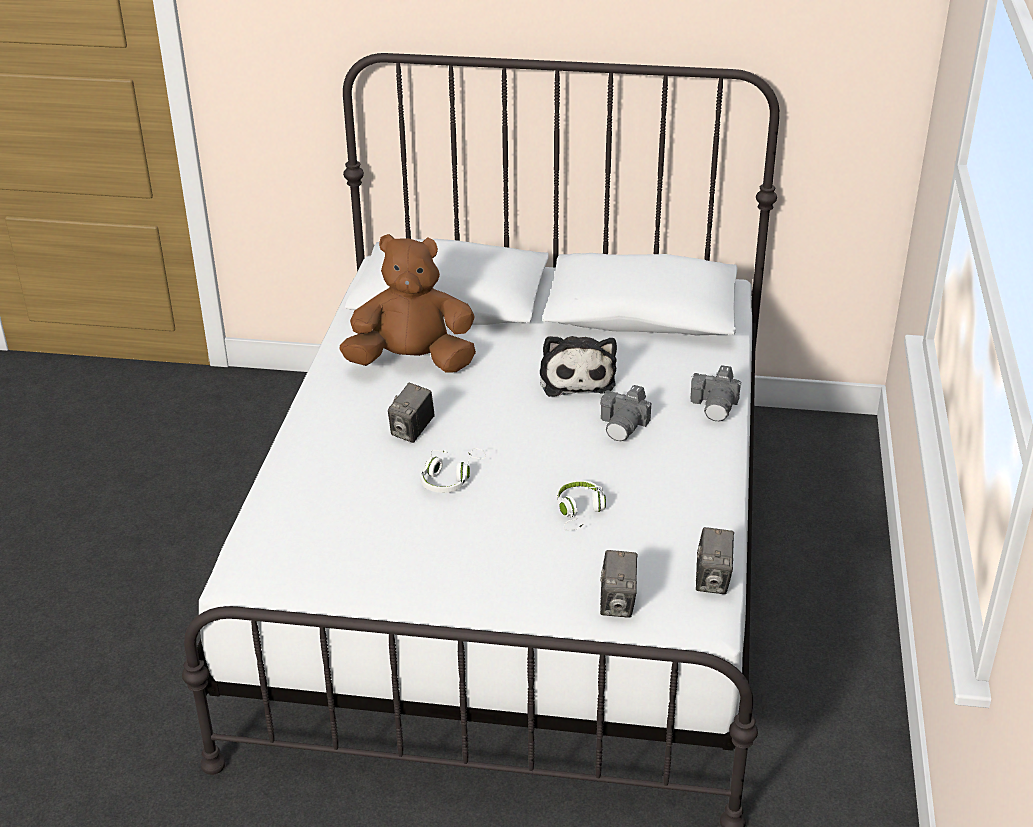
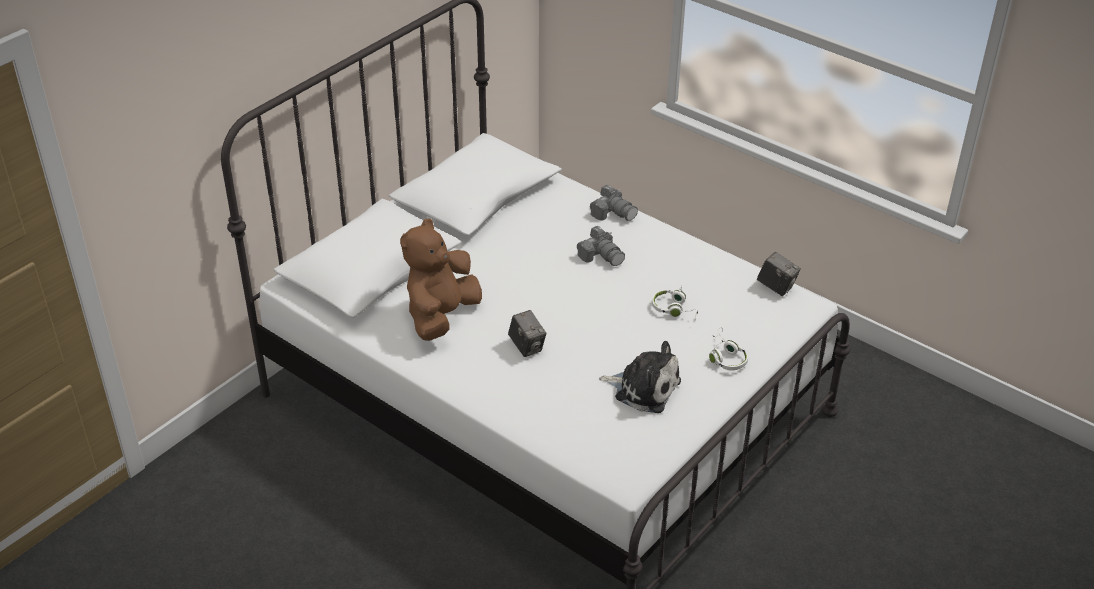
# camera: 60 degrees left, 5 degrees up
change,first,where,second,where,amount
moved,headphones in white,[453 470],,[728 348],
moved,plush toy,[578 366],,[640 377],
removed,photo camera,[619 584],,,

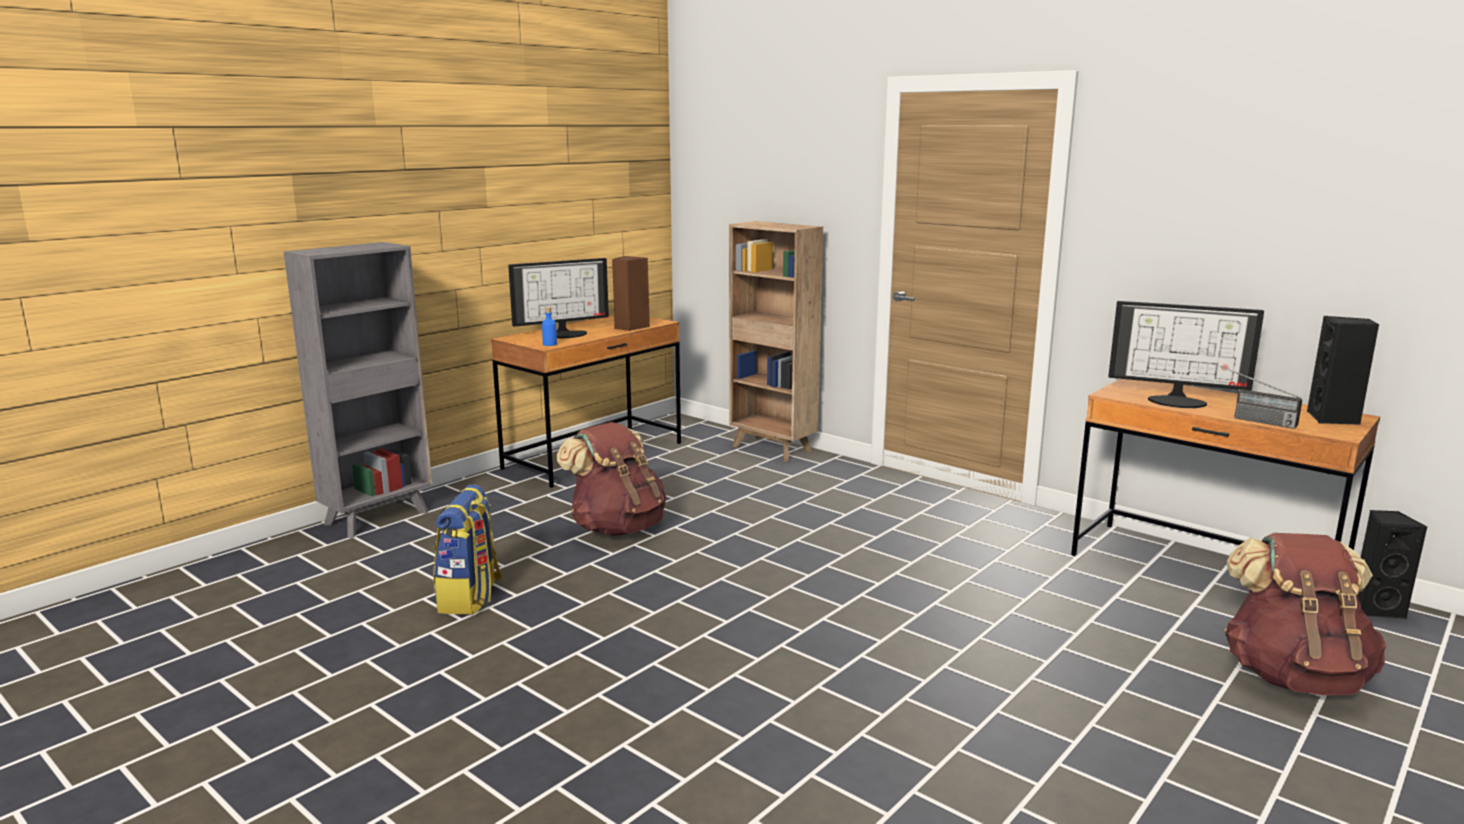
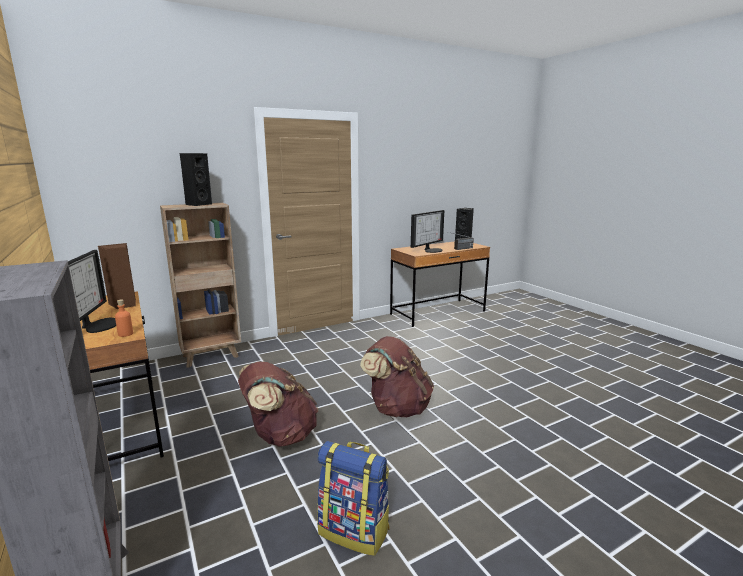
# camera: 70 degrees left, 0 degrees up
change,first,where,second,where,amount
recoloured,bottle in blue,[549 326],bottle in orange,[124 318],
moved,backpack in brown,[1305 614],,[397 376],
moved,speaker in black,[1392 564],,[196 179],

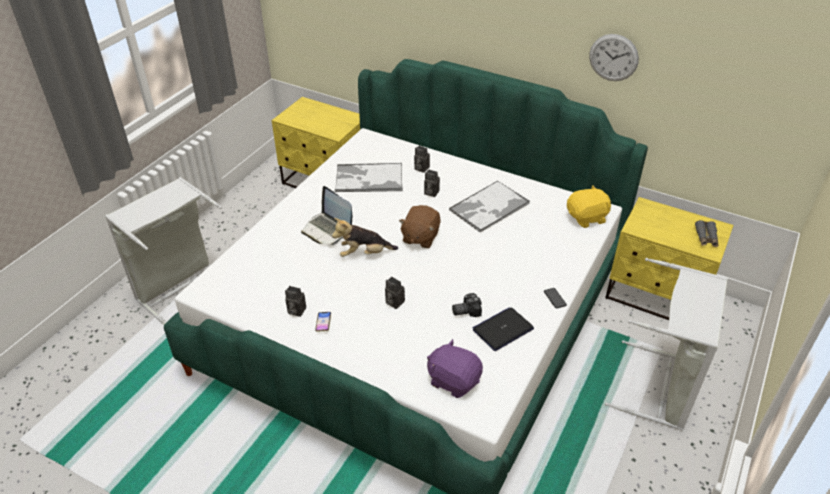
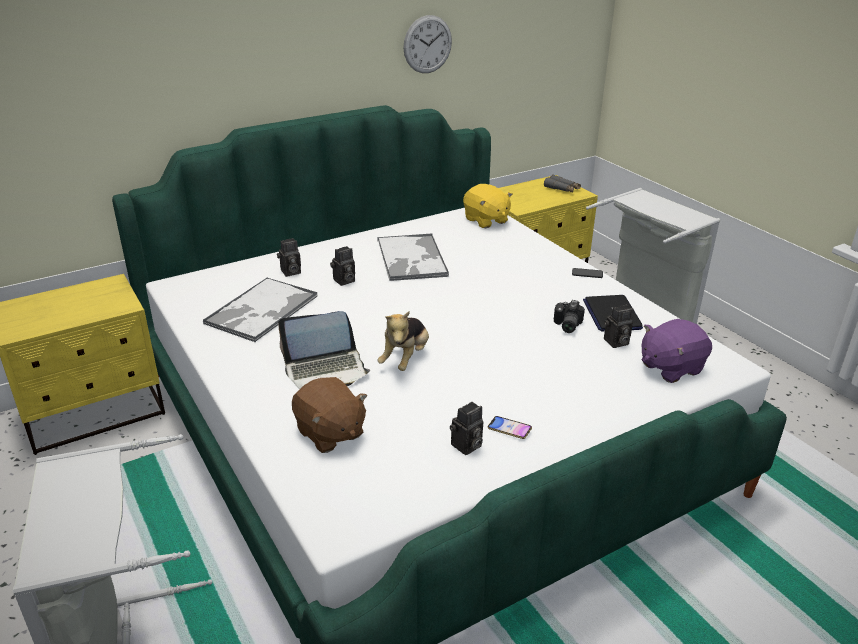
# camera: 60 degrees left, 10 degrees down
change,first,where,second,where,amount
moved,photo camera,[395 293],,[618 326],
moved,plush toy in brown,[420 226],,[329 415],
turned,plush toy in yellow,[589 206],,[488 206],135 degrees clockwise

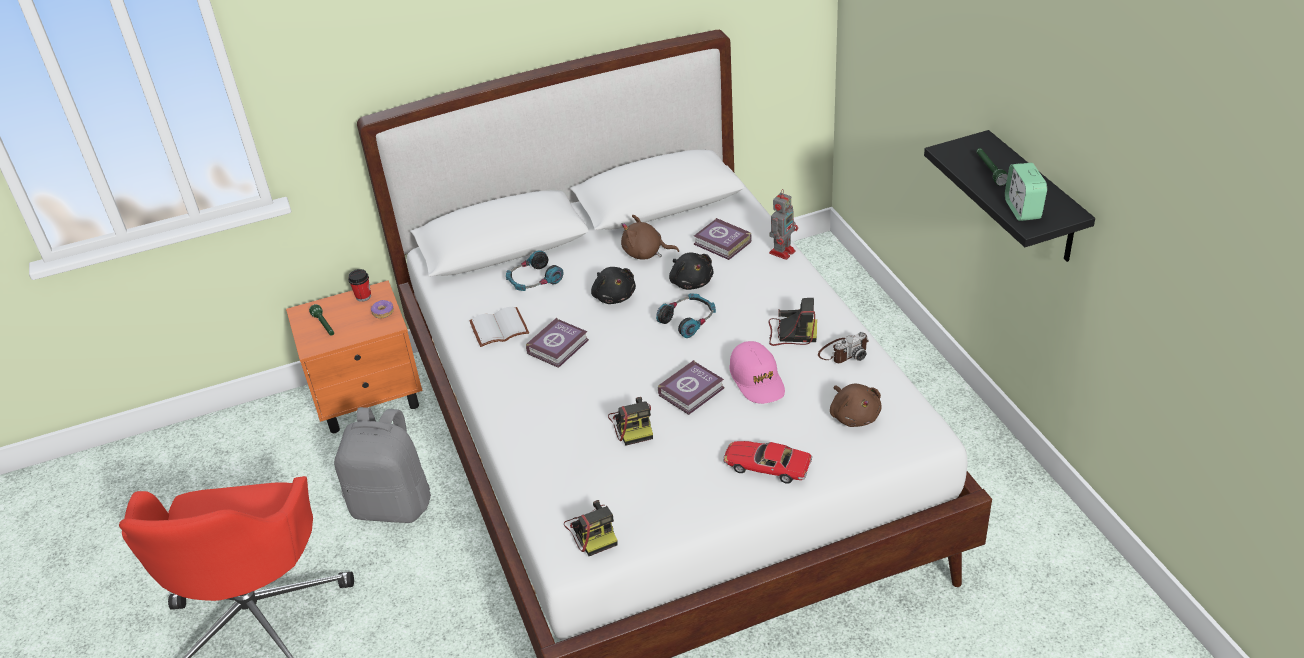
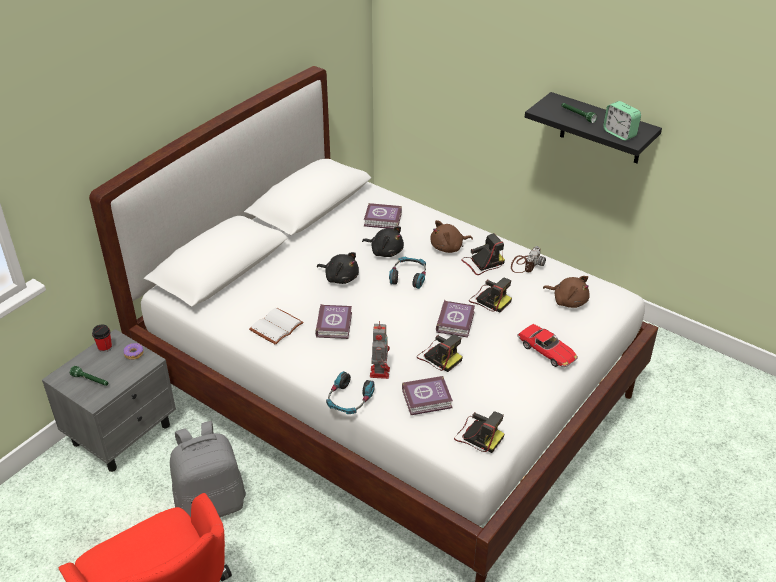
# camera: 35 degrees left, 0 degrees up
change,first,where,second,where,amount
recoloured,nightstand in orange,[354 356],nightstand in grey,[109 400],
moved,headphones,[535 270],,[350 392],
moved,plush toy in brown,[650 237],,[451 236],
turned,toy car,[767 462],,[547 345],120 degrees counterclockwise
replaced,cap in pink,[757 372],photo camera,[490 295],
moved,toy robot,[783 224],,[380 350],
added,,,book,[427 395],

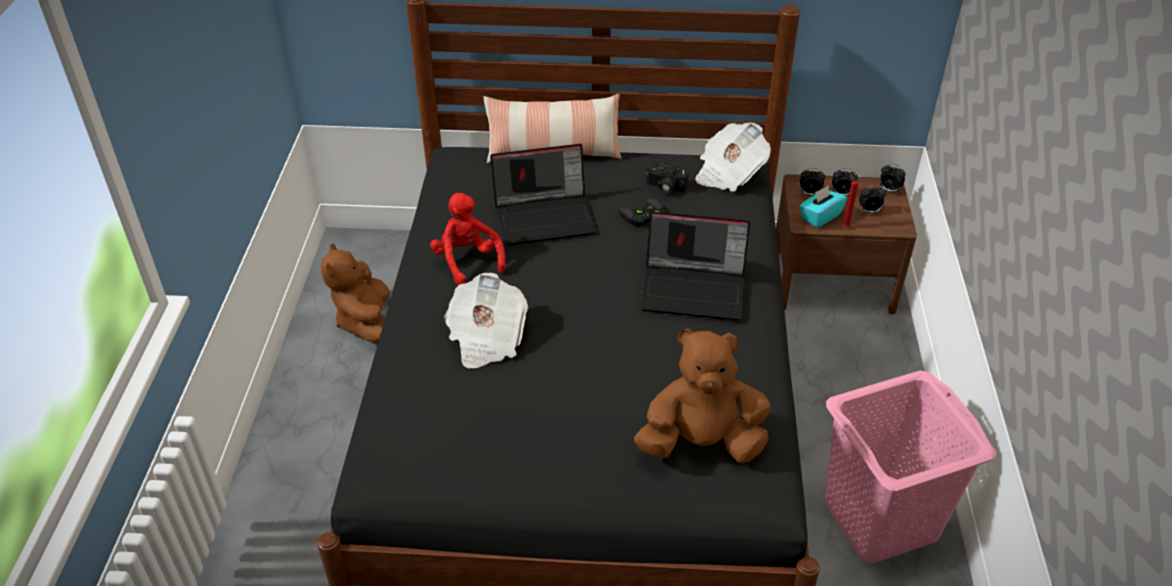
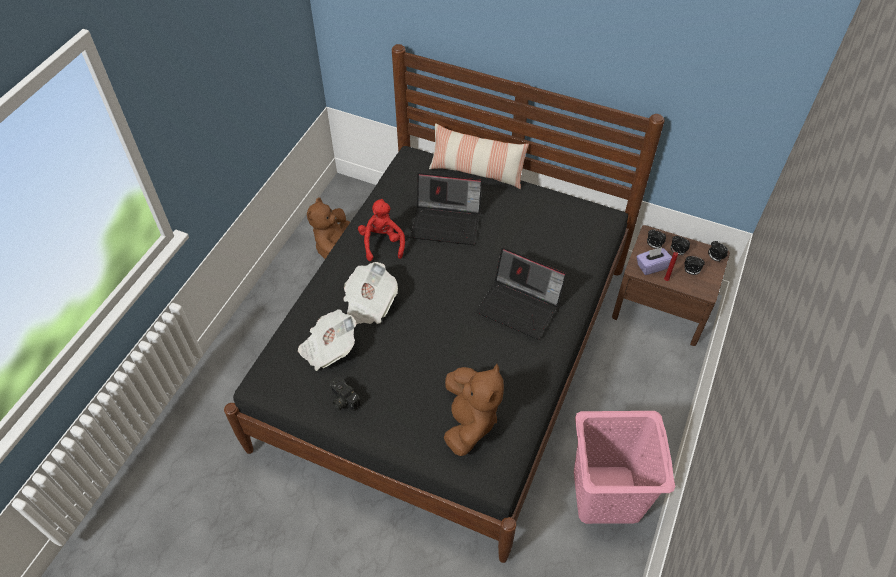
# camera: 20 degrees right, 10 degrees up
change,first,where,second,where,amount
removed,game controller in black,[641 213],,,
turned,plush toy in brown,[702 396],,[474 410],75 degrees clockwise
moved,photo camera,[667 178],,[345 394],
moved,newspaper,[733 157],,[327 340],
recoloured,tissue box in turquoise,[823 206],tissue box in purple,[654 261],

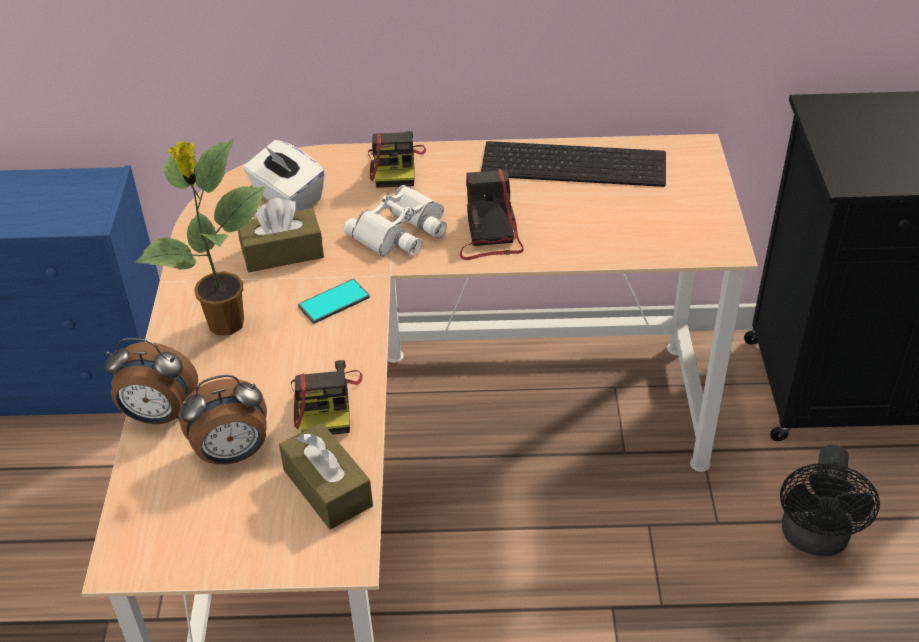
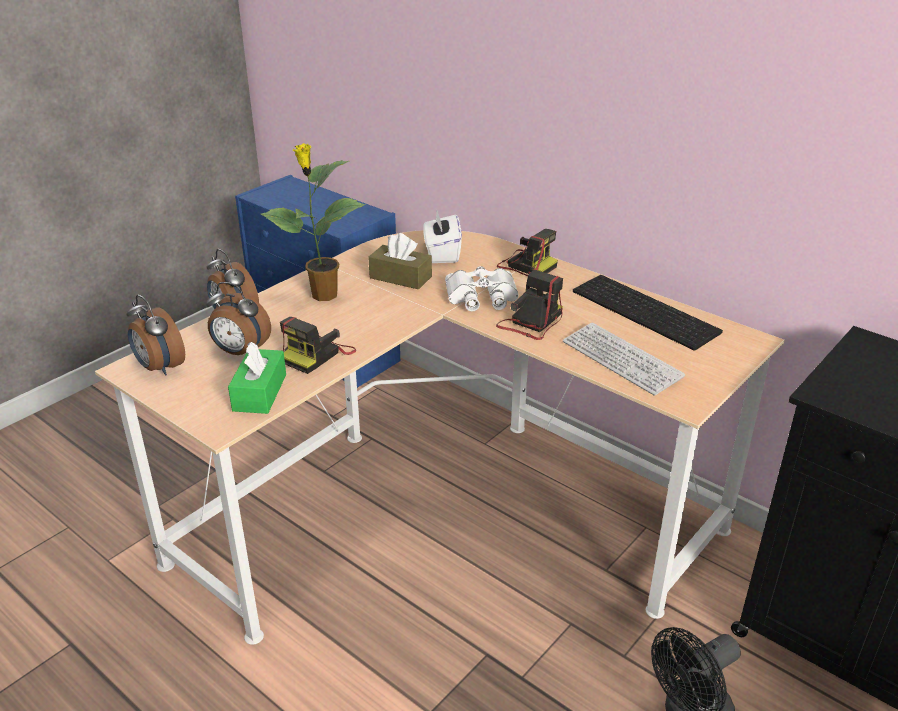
# camera: 40 degrees right, 10 degrees down
change,first,where,second,where,amount
recoloured,tissue box in brown,[326 475],tissue box in green,[257 378],
removed,phone,[334 301],,,
turned,photo camera,[397 159],,[527 252],90 degrees counterclockwise
added,,,alarm clock,[156 335],
added,,,keyboard,[624 359],

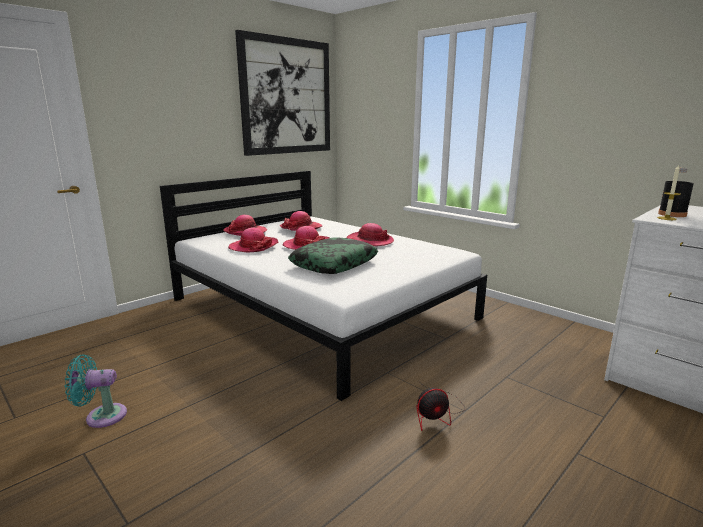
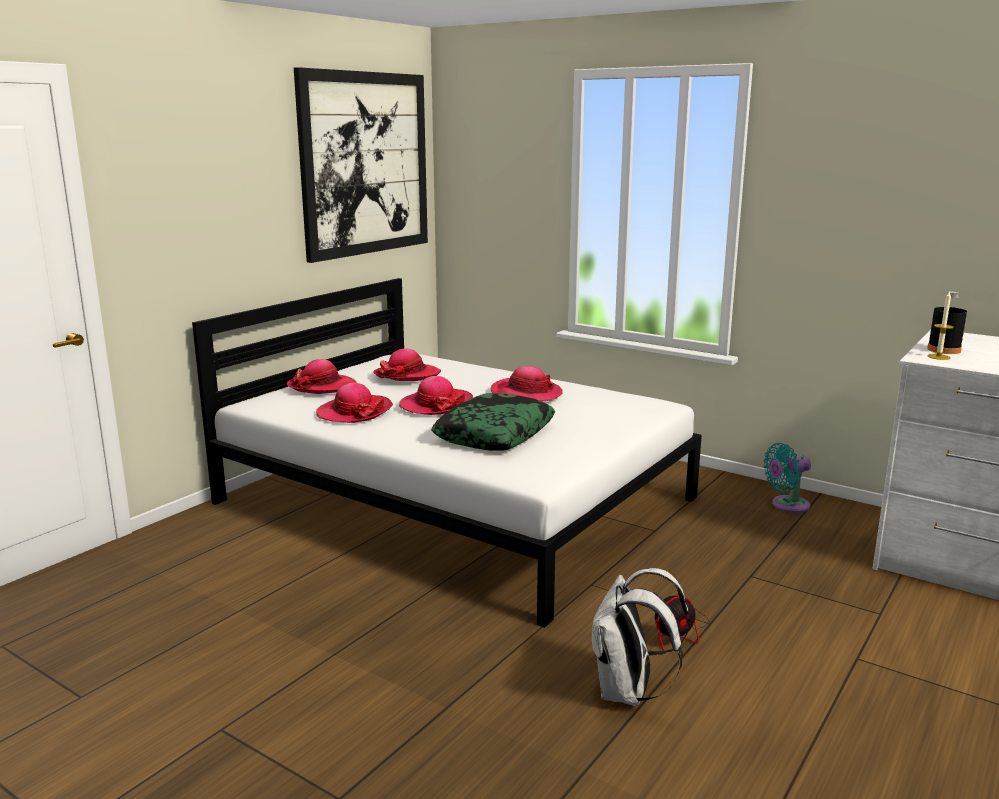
# camera: 10 degrees left, 0 degrees up
change,first,where,second,where,amount
moved,fan in turquoise,[96 391],,[787 478],
added,,,backpack in white,[640 637],

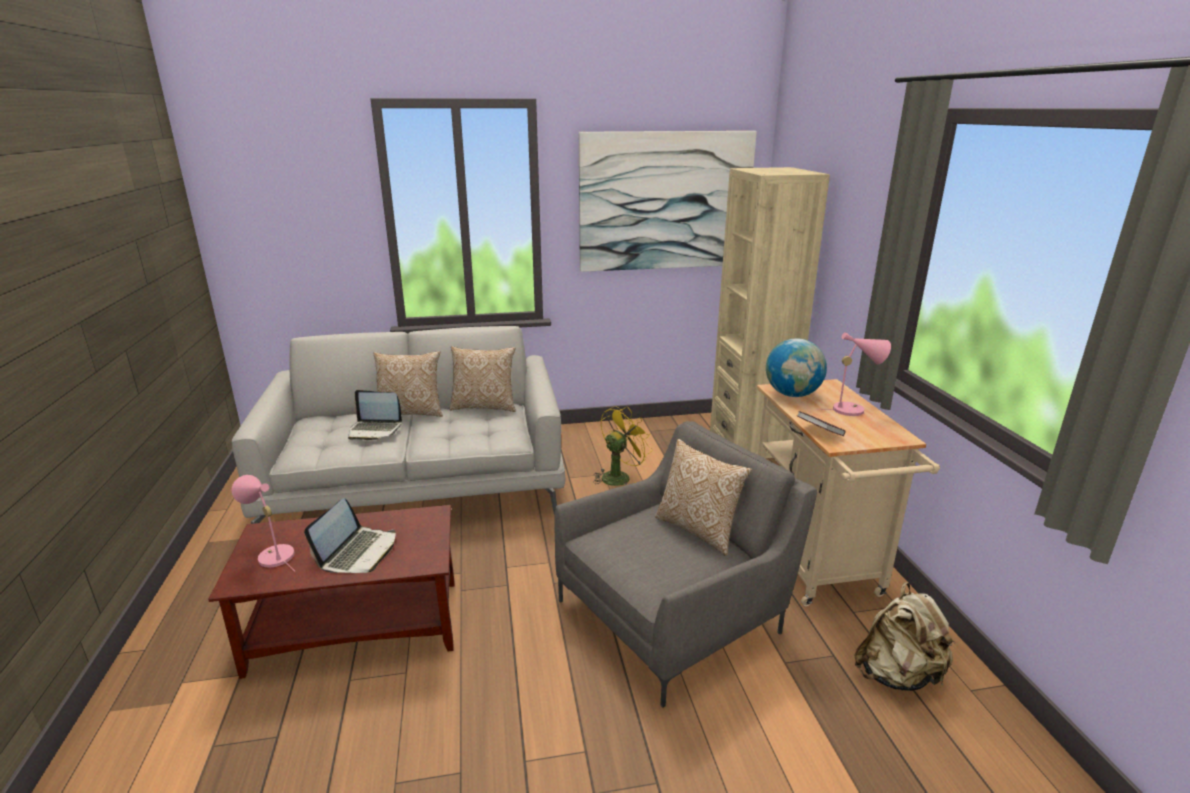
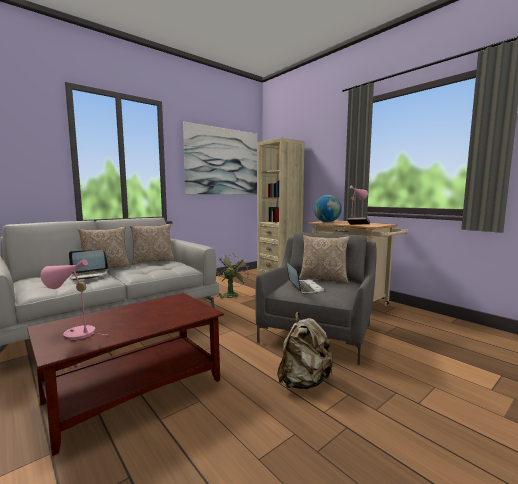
# camera: 30 degrees left, 15 degrees down
change,first,where,second,where,amount
moved,laptop,[350 535],,[306 278],
recoloured,fan in yellow,[623 446],fan in green,[232 276],
moved,backpack in beige,[904 636],,[305 350],

